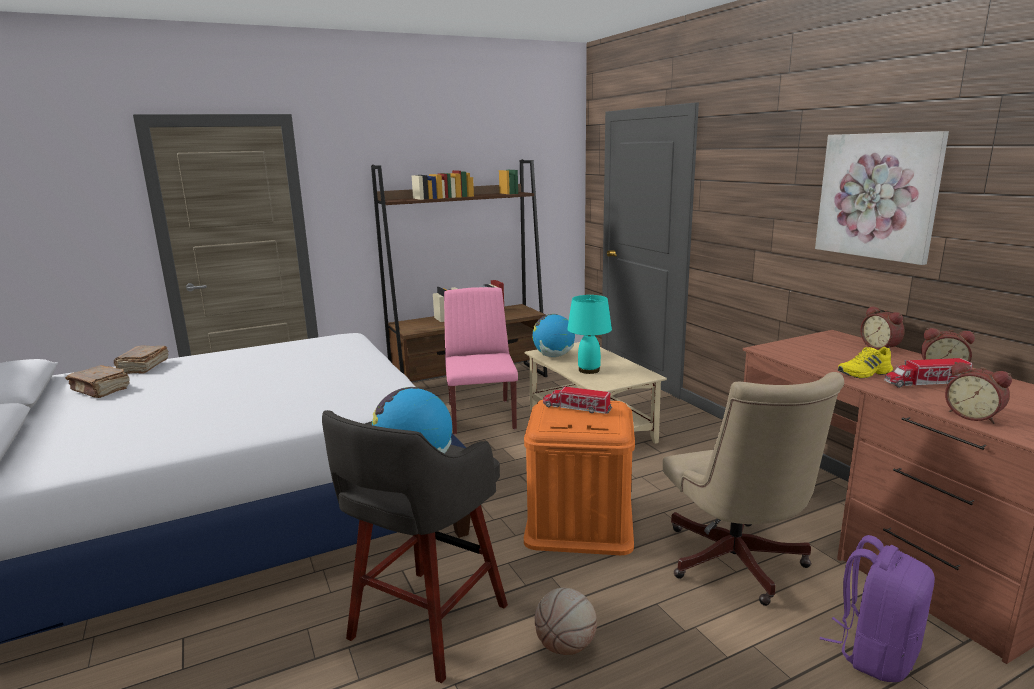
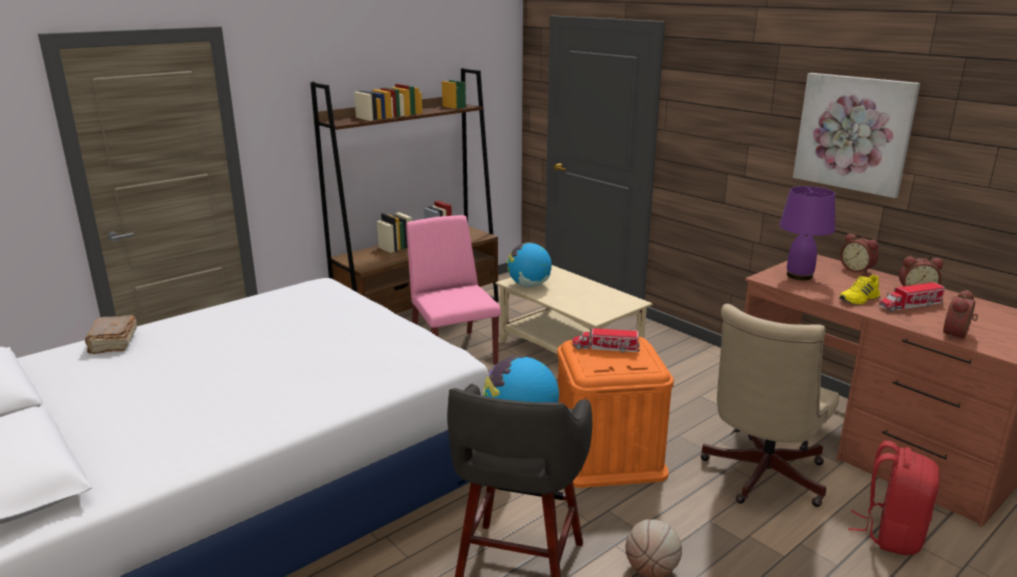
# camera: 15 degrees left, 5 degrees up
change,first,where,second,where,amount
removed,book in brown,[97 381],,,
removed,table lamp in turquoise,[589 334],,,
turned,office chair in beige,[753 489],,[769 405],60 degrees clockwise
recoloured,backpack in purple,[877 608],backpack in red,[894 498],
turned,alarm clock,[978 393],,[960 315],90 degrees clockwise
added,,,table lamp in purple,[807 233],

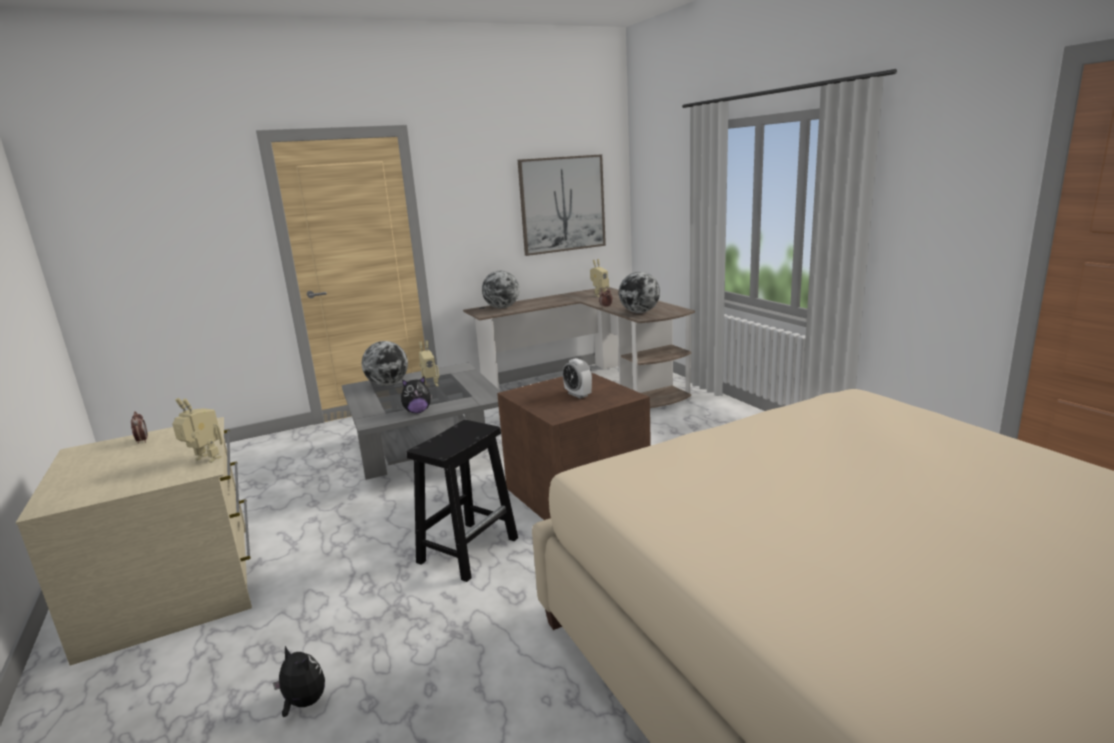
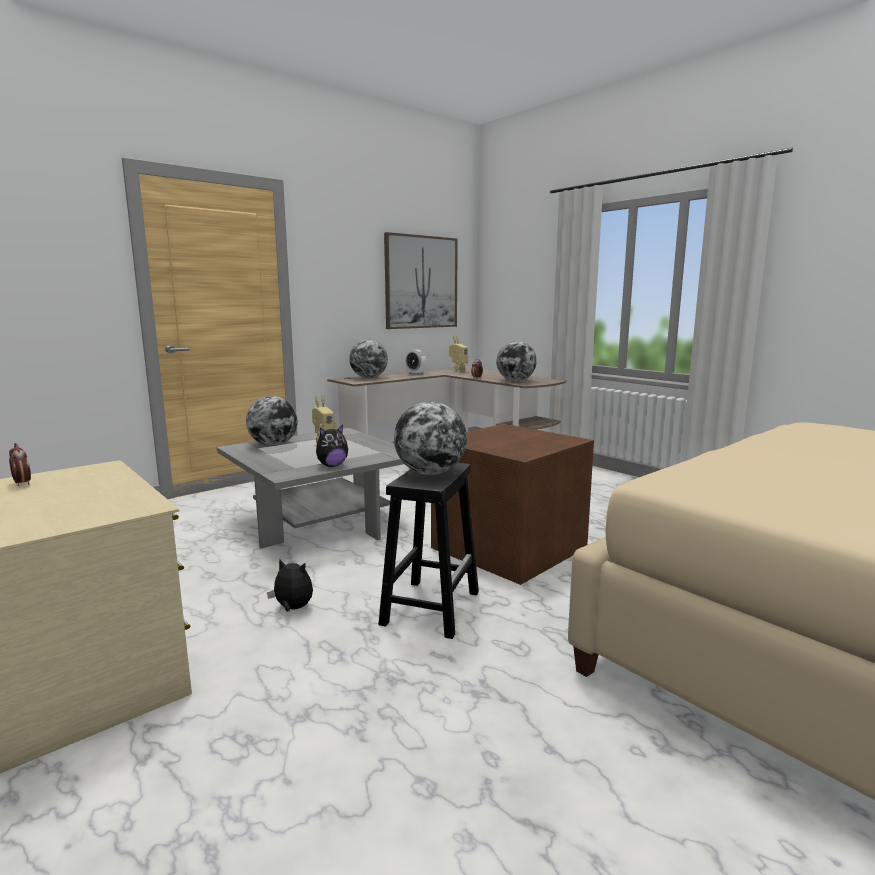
# camera: 15 degrees left, 5 degrees down
change,first,where,second,where,amount
removed,toy robot,[197 430],,,
moved,plush toy,[299 681],,[290 585],
moved,alarm clock,[577 378],,[416 362],
added,,,globe,[430 438],

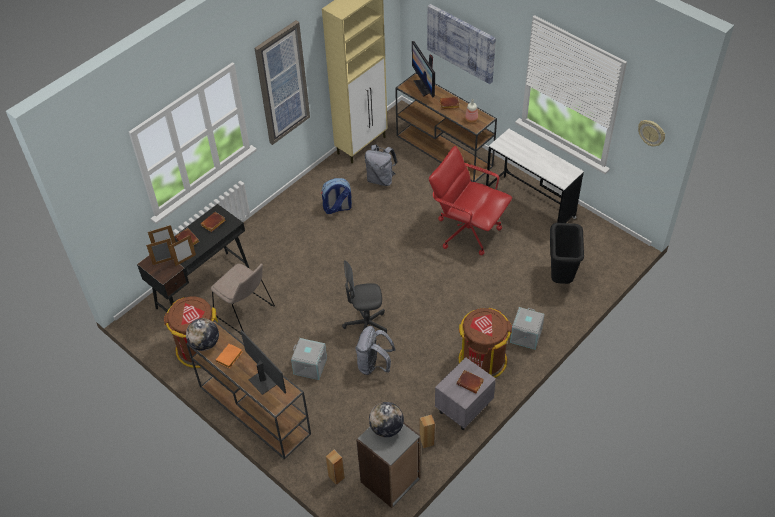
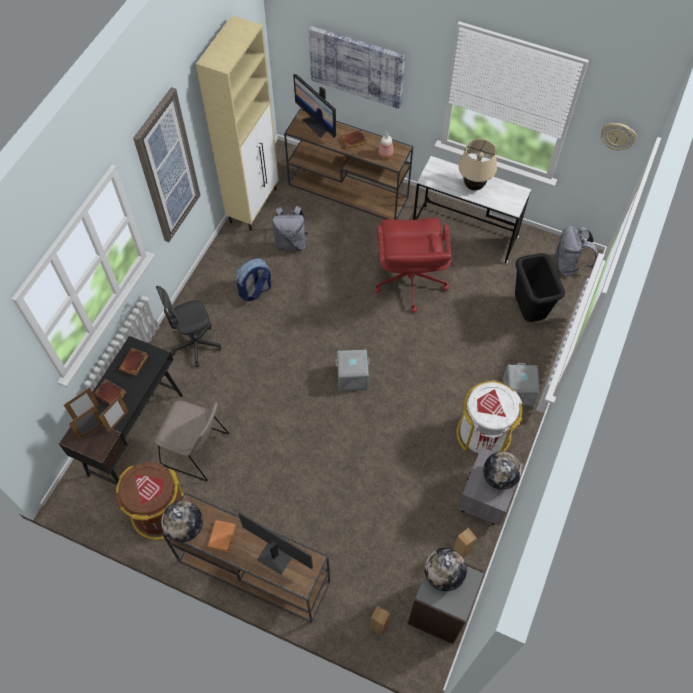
# camera: 20 degrees left, 10 degrees up
change,first,where,second,where,amount
moved,storage box in grey,[309 359],,[353 370],
moved,office chair in grey,[364 296],,[188 326],
moved,backpack in grey,[375 350],,[576 250],
turned,office chair in red,[470 201],,[413 265],105 degrees counterclockwise
replaced,book in brown,[470 381],globe,[502 471],
recoloured,trash can in brown,[485 343],trash can in white,[489 416],
added,,,table lamp in beige,[478 165],

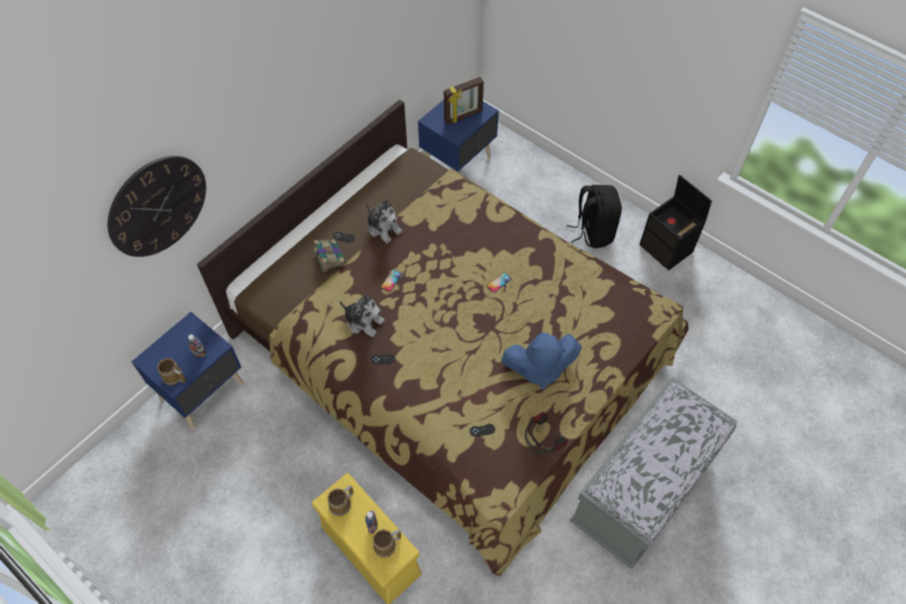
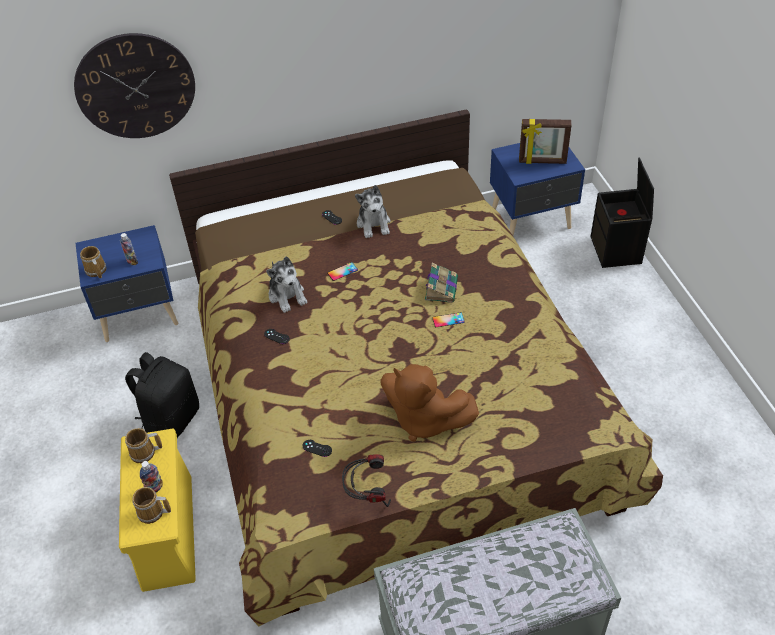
# camera: 35 degrees right, 10 degrees down
change,first,where,second,where,amount
moved,book,[329 256],,[441 283],
recoloured,plush toy in blue,[541 360],plush toy in brown,[430 403],
moved,backpack in black,[594 216],,[162 395],
moved,storage box in black,[675 222],,[622 212],

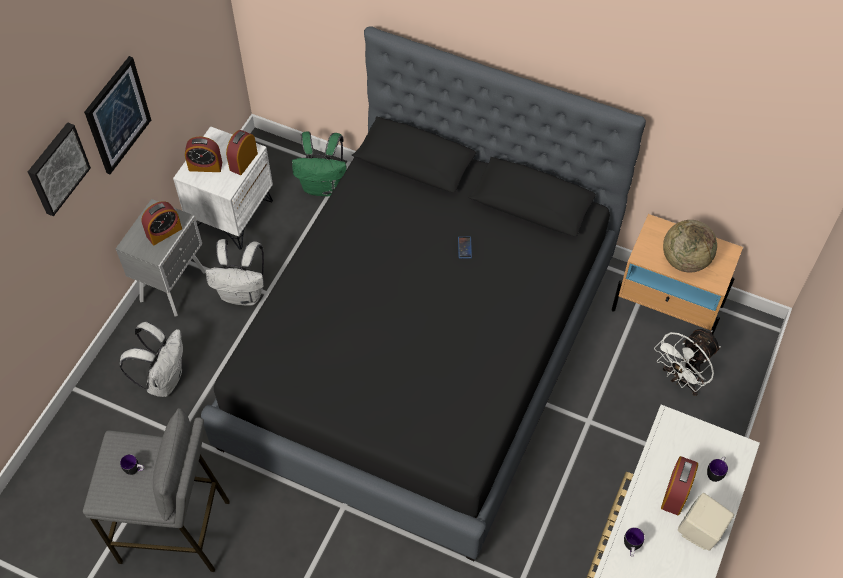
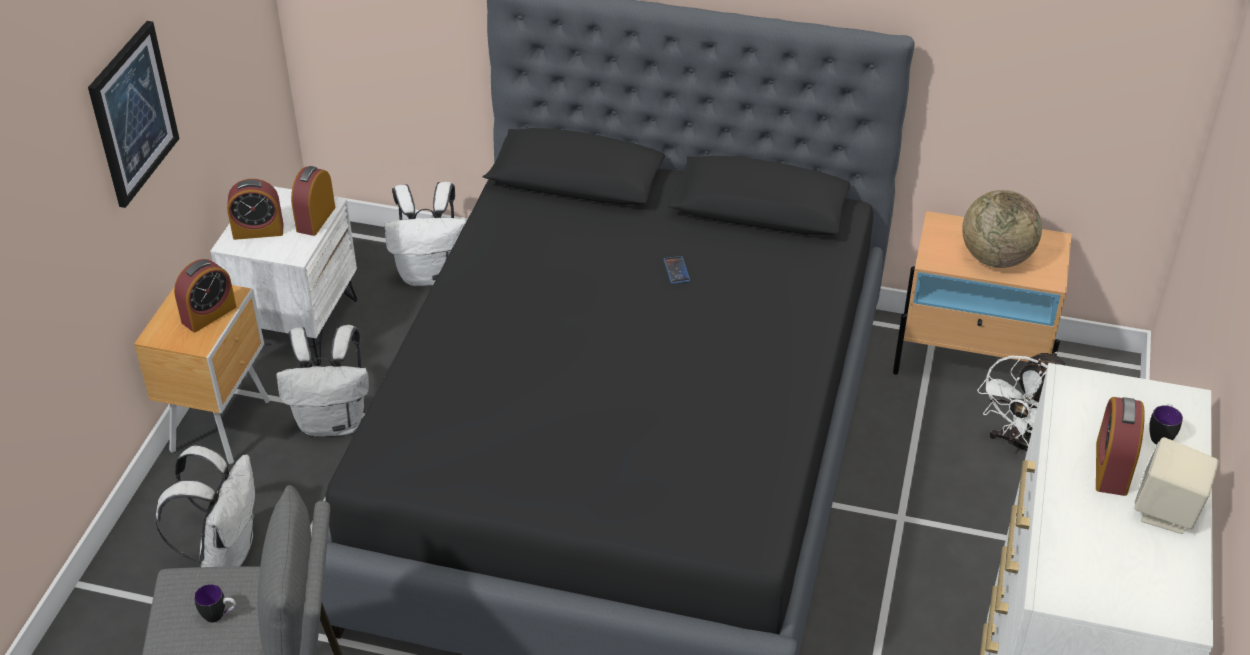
# camera: 10 degrees left, 15 degrees down
change,first,where,second,where,amount
removed,picture,[59 169],,,
recoloured,nightstand in grey,[161 257],nightstand in brown,[202 374],
recoloured,backpack in green,[319 163],backpack in white,[425 234],
removed,mug,[634 542],,,

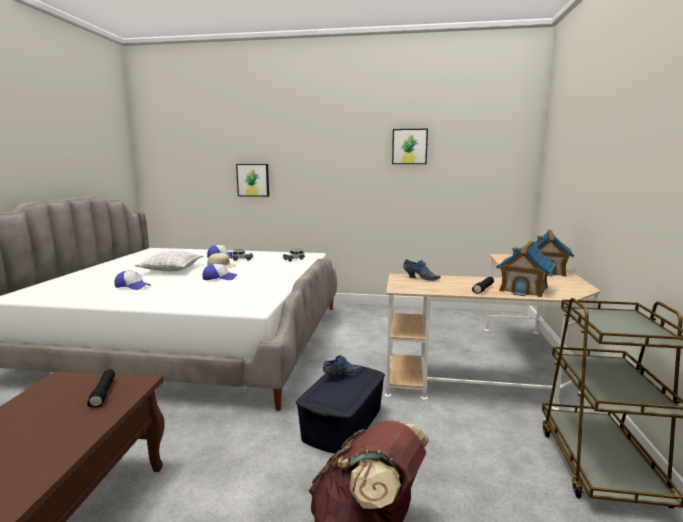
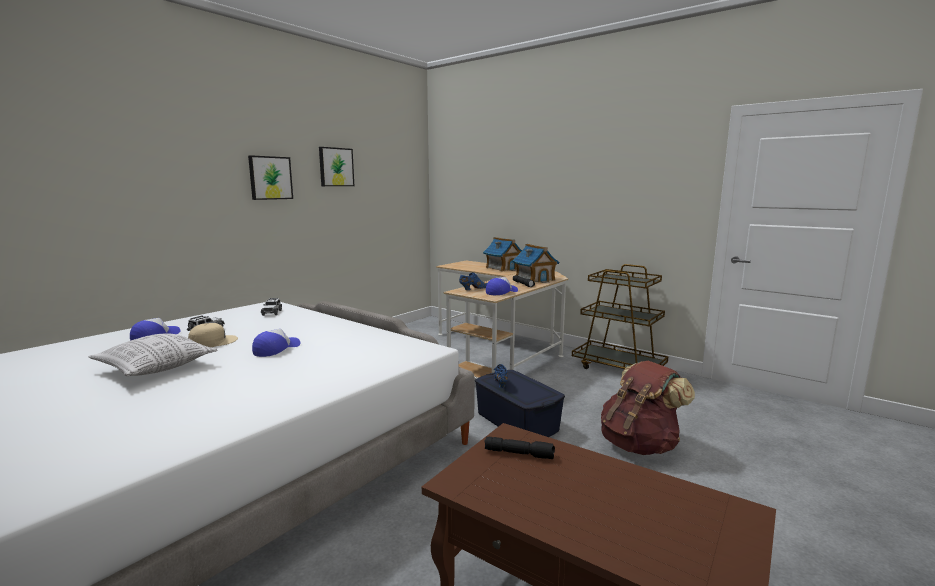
# camera: 60 degrees left, 0 degrees up
change,first,where,second,where,amount
moved,cap,[132 280],,[502 286],
moved,picture,[252 180],,[270 177],

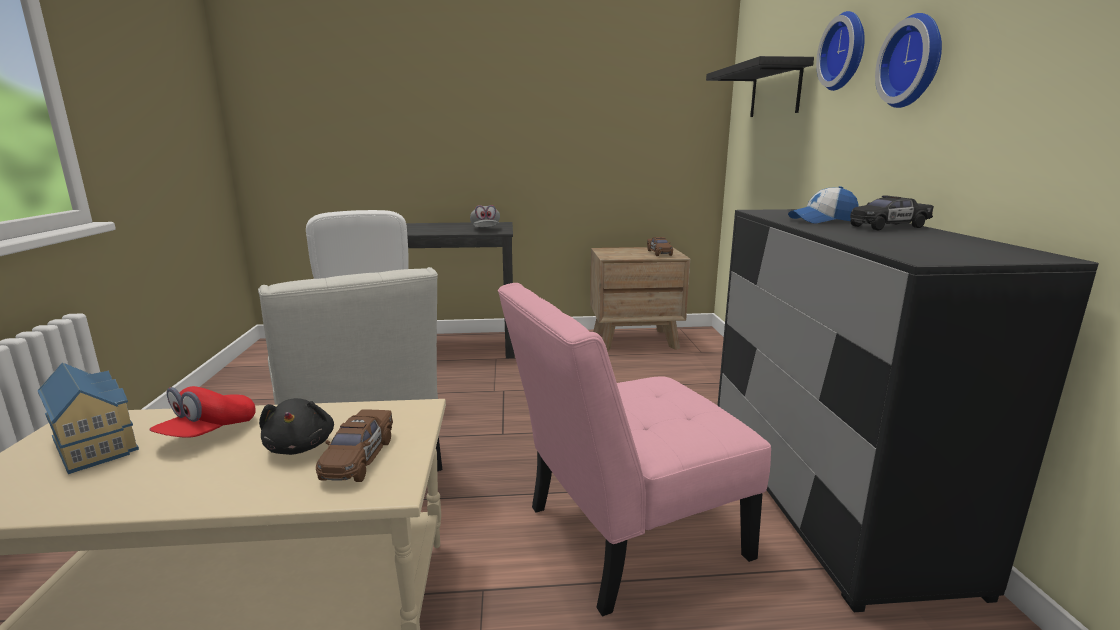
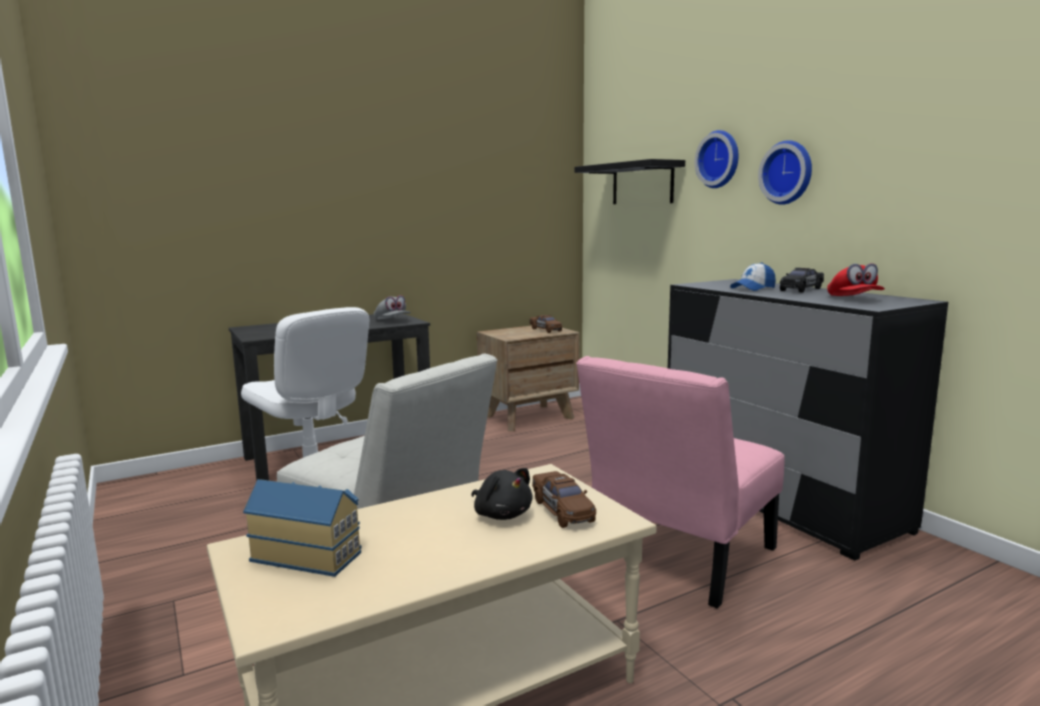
# camera: 25 degrees left, 5 degrees down
change,first,where,second,where,amount
moved,cap in red,[202 411],,[856 279],

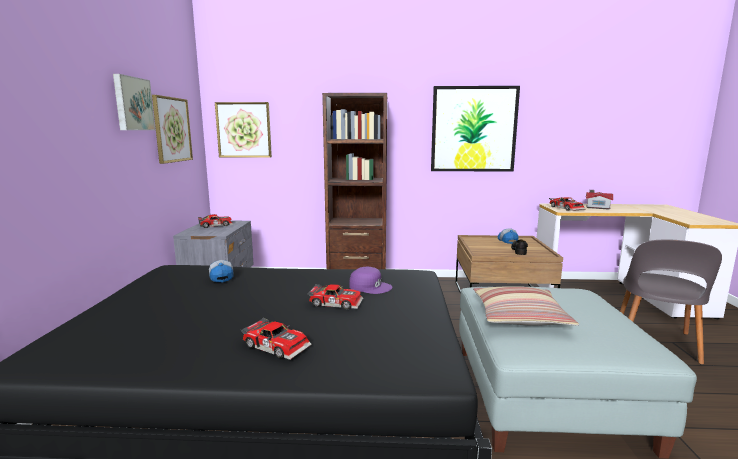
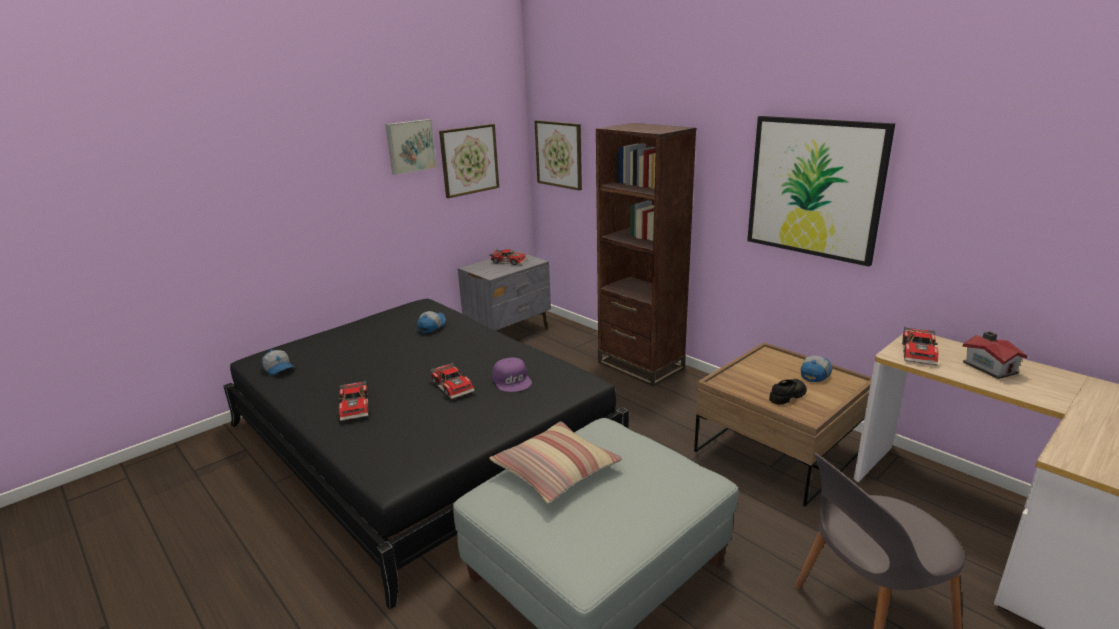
# camera: 45 degrees right, 10 degrees up
change,first,where,second,where,amount
added,,,cap,[278 362],

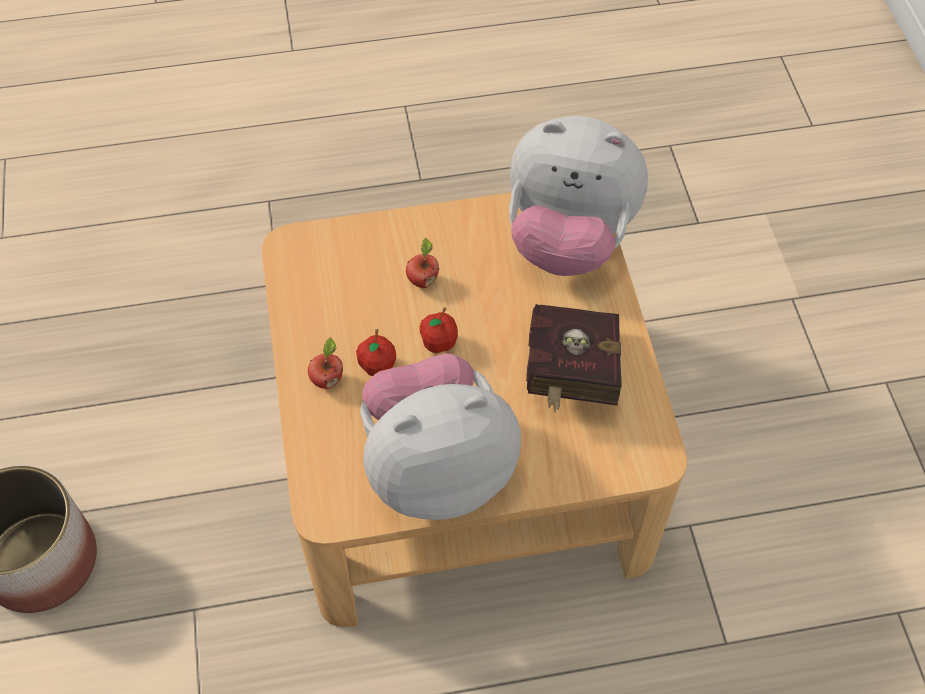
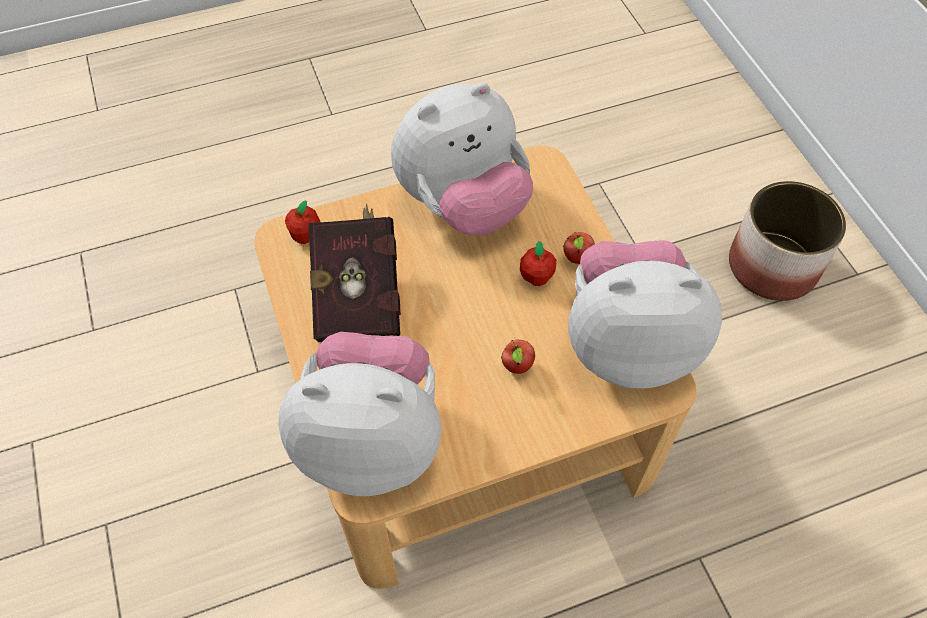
# camera: 170 degrees right, 0 degrees up
change,first,where,second,where,amount
moved,apple,[439 330],,[302 222],
added,,,plush toy,[645 314],

